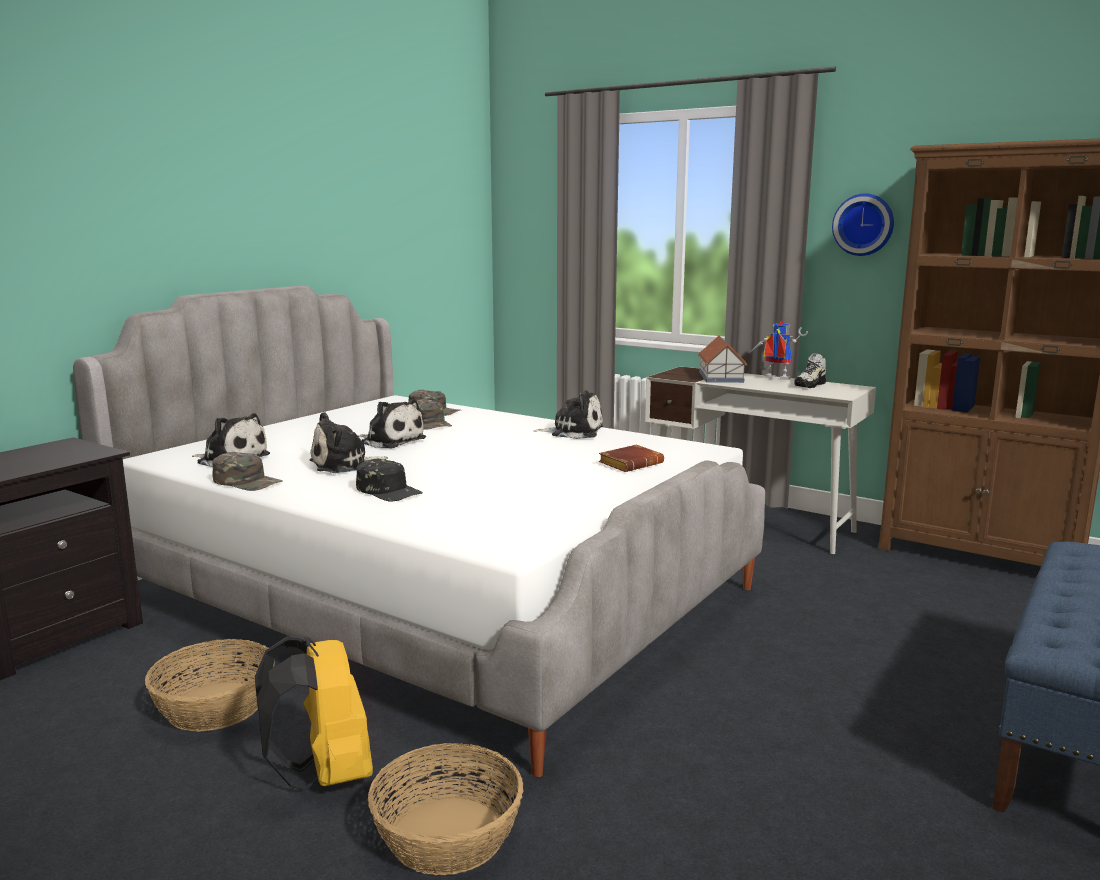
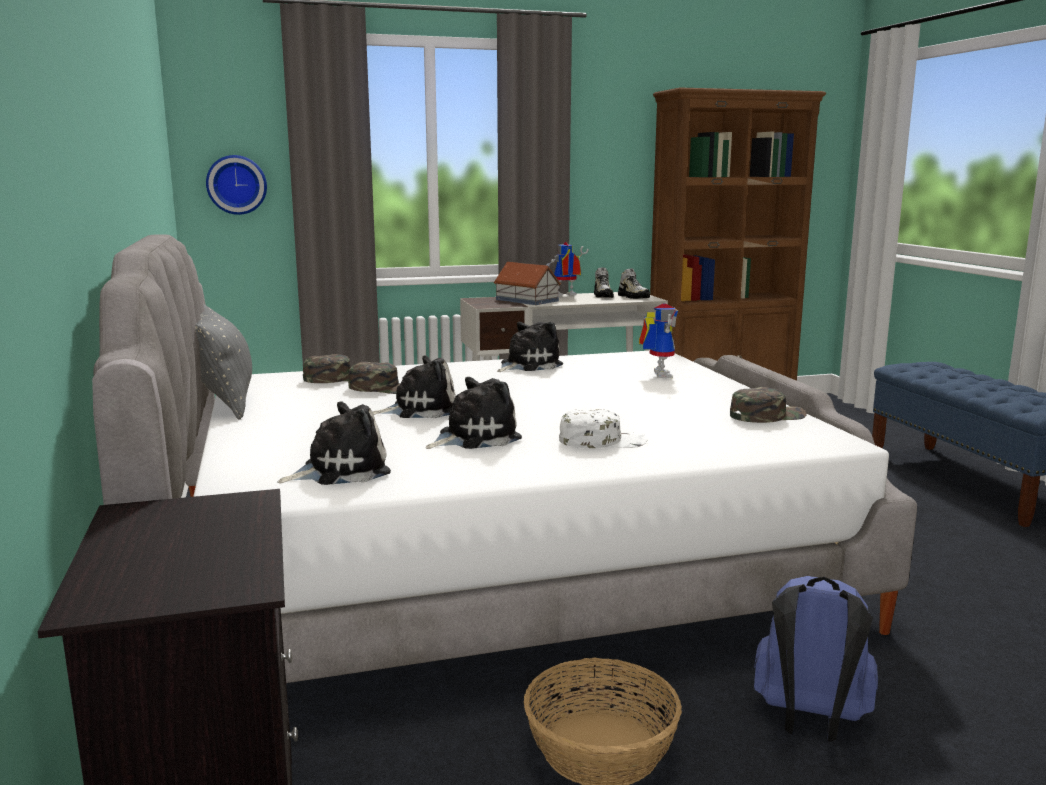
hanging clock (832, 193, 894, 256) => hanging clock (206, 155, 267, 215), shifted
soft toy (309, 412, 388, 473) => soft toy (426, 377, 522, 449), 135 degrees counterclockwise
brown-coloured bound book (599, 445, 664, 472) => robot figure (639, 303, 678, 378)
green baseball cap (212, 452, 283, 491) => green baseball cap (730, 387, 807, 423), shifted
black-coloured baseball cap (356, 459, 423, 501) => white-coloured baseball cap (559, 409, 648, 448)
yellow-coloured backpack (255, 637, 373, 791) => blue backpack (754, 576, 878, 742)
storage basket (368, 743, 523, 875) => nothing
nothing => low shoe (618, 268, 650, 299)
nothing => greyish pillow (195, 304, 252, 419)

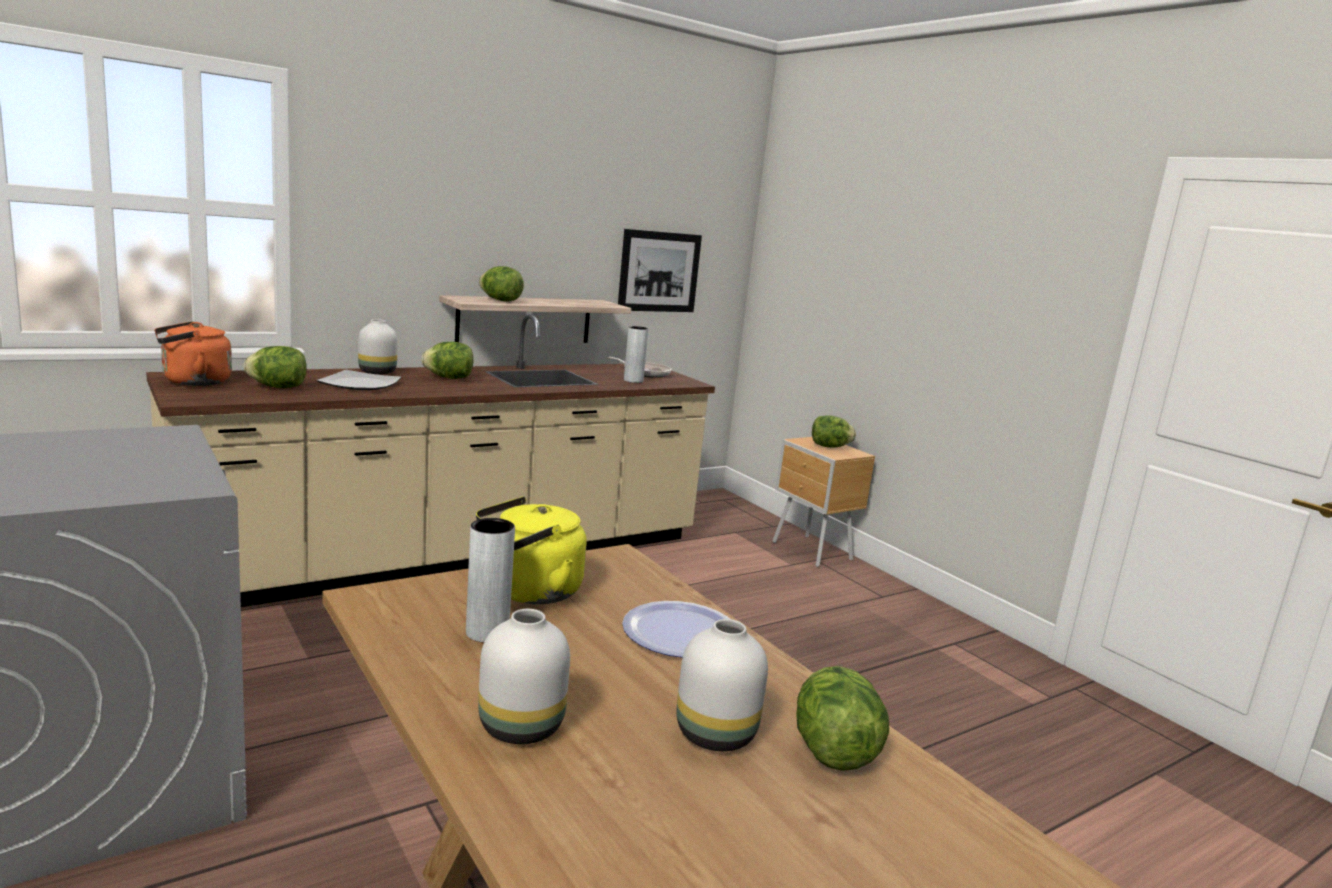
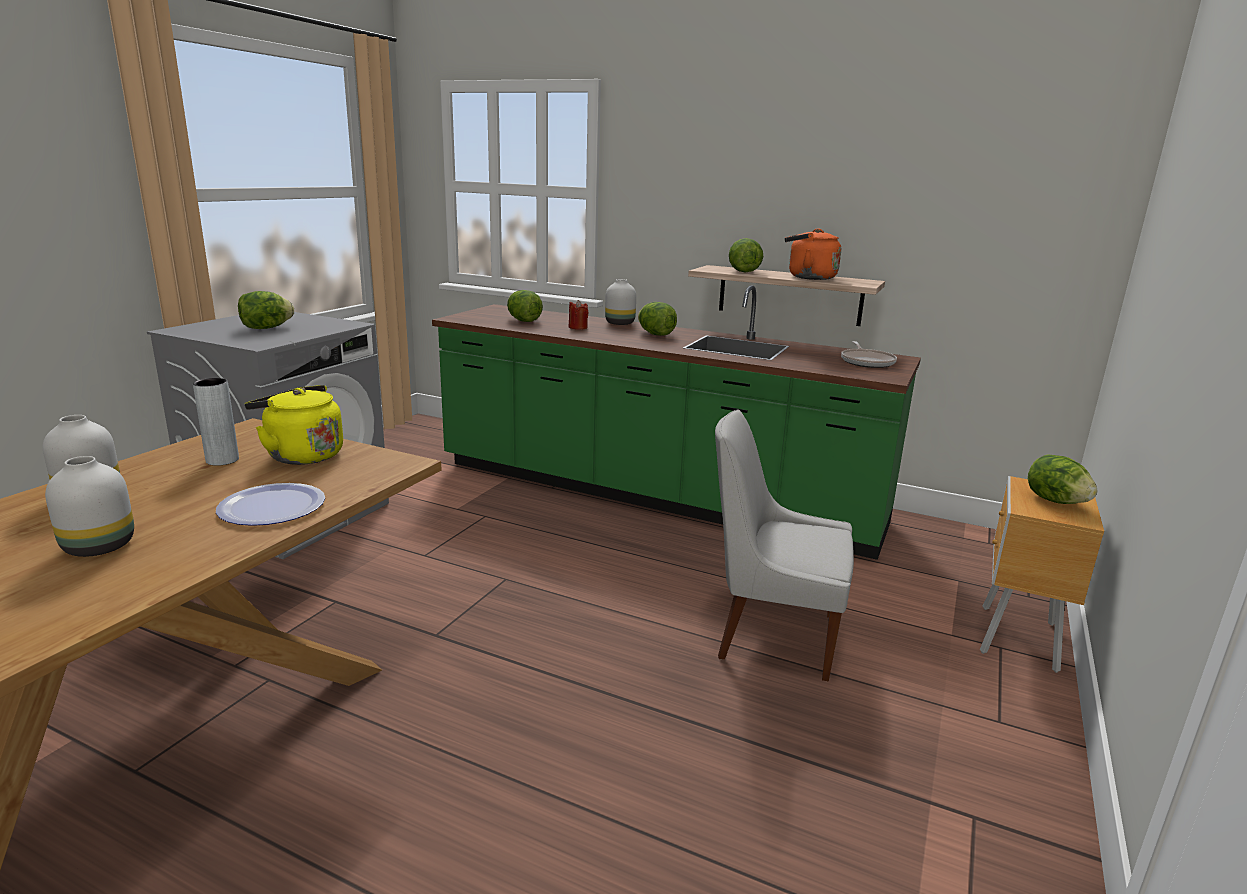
wall art (618, 229, 702, 312) => nothing
beige-coloured kitchen base unit (146, 314, 715, 607) => green kitchen base unit (432, 285, 921, 560)
orange-coloured water kettle (155, 321, 232, 386) => orange-coloured water kettle (785, 228, 841, 280), shifted
greyish flower vase (624, 326, 648, 383) => nothing
dinner plate (316, 370, 402, 390) => red wax light (569, 300, 589, 330)
lettuce (796, 666, 889, 771) => lettuce (238, 291, 294, 329), shifted
nothing => white-coloured upright chair (715, 409, 854, 681)

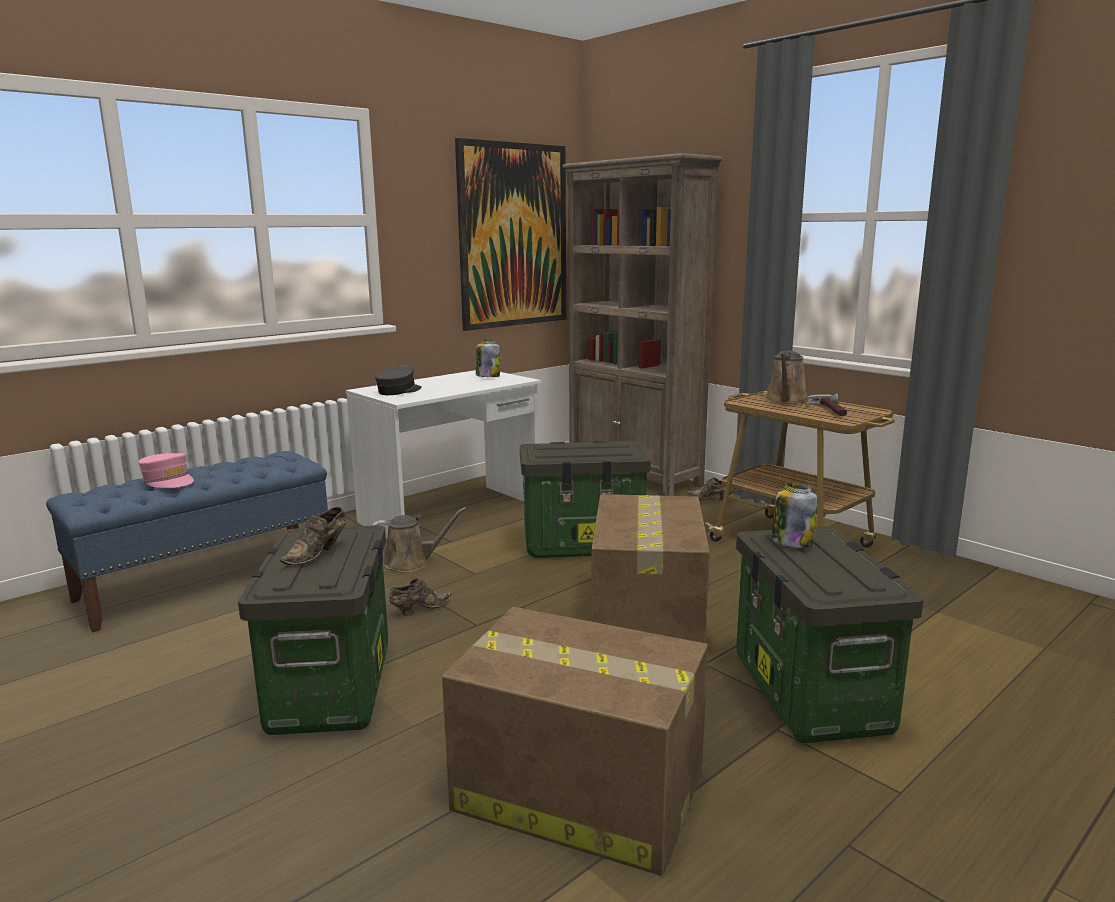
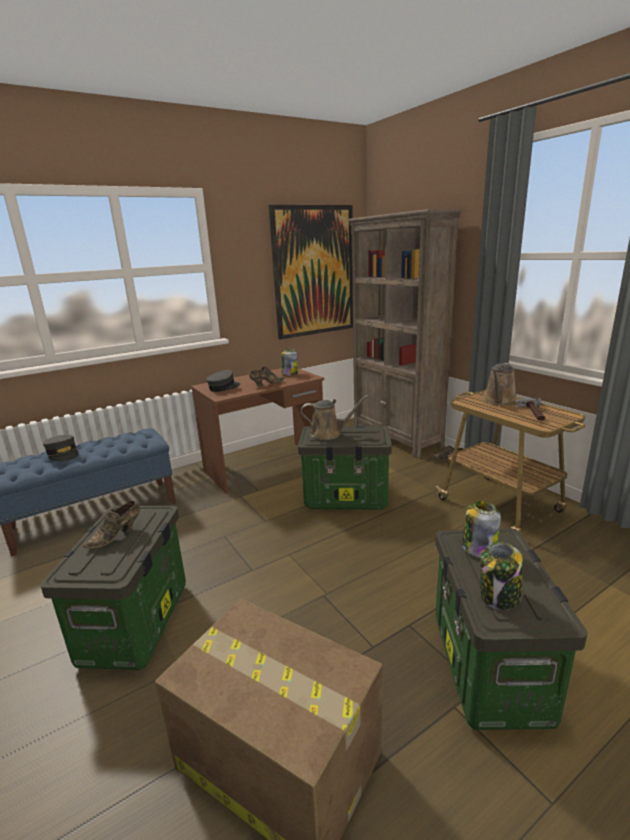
white-coloured desk (346, 370, 541, 538) => brown-coloured desk (191, 368, 324, 494)
pink-coloured baseball cap (138, 453, 194, 488) => greyish baseball cap (43, 435, 79, 462)
cardboard box (591, 494, 710, 643) => nothing
brown-coloured sprinkling can (372, 507, 467, 572) => brown-coloured sprinkling can (301, 395, 369, 440), shifted
brown-coloured low shoe (389, 578, 452, 616) => brown-coloured low shoe (249, 366, 285, 386), shifted
nothing => jar (480, 543, 523, 610)

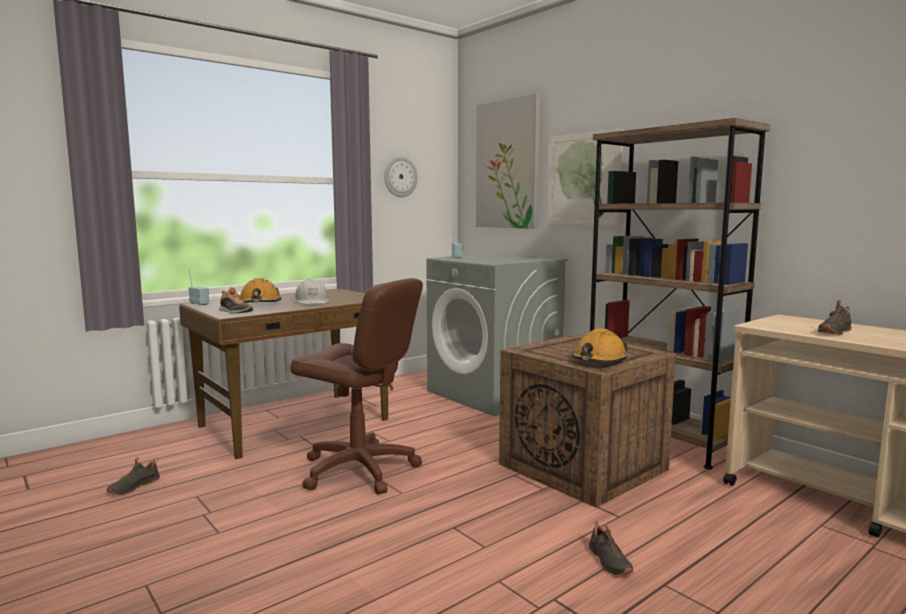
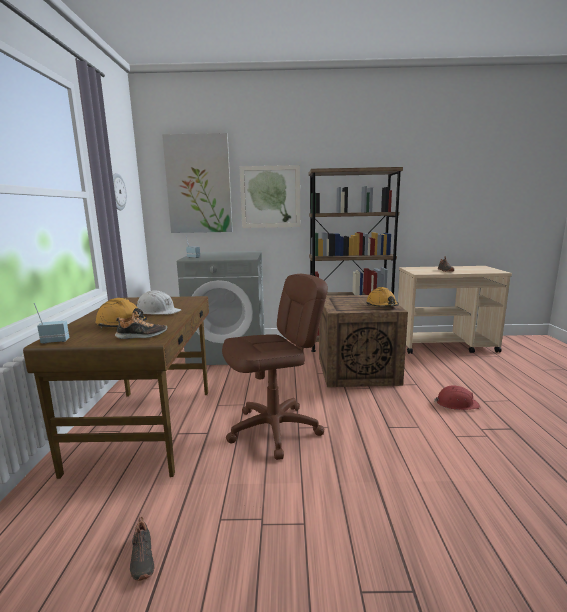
black-coloured low shoe (589, 521, 633, 575) => red work helmet (434, 385, 481, 410)

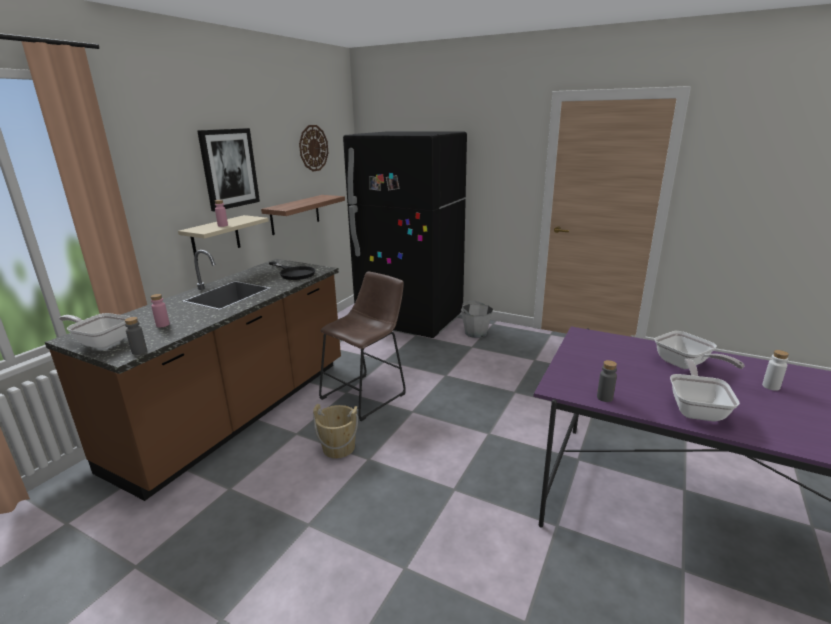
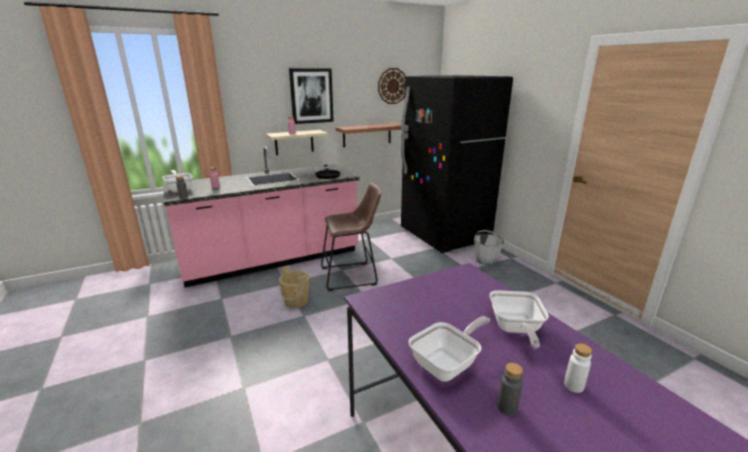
brown-coloured kitchen base unit (45, 250, 341, 501) => pink-coloured kitchen base unit (164, 147, 360, 288)
greyish drink bottle (597, 360, 617, 402) => greyish drink bottle (497, 363, 523, 415), shifted

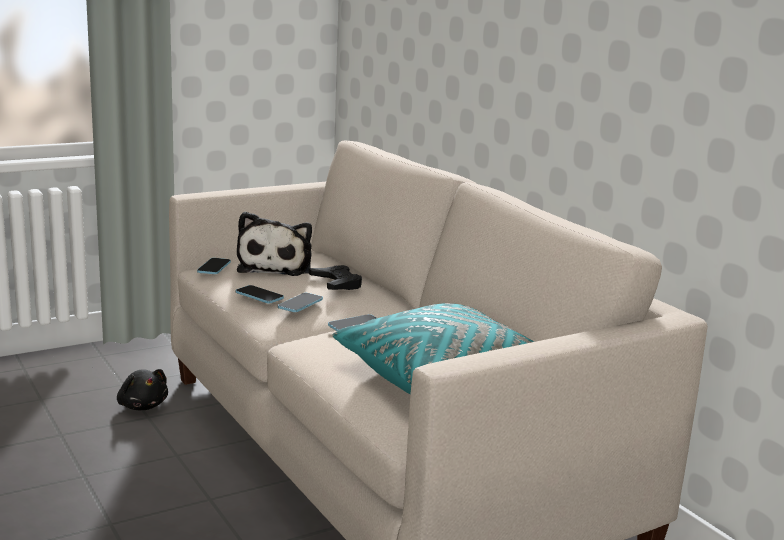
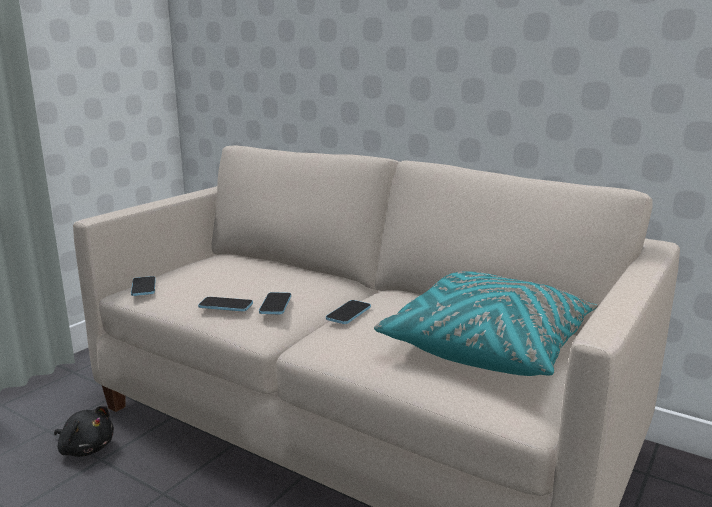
soft toy (237, 211, 312, 276) => nothing
black-coloured game controller (309, 265, 362, 290) => nothing

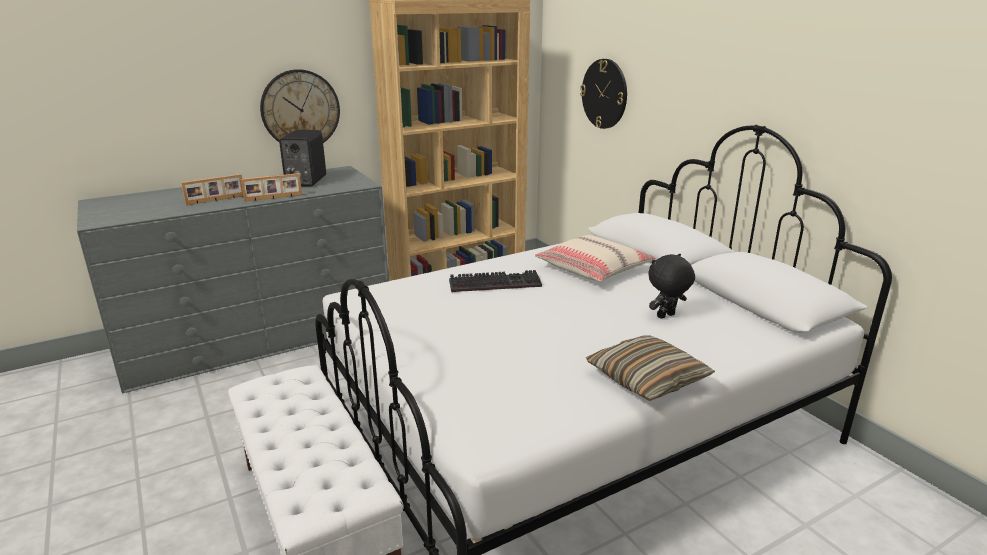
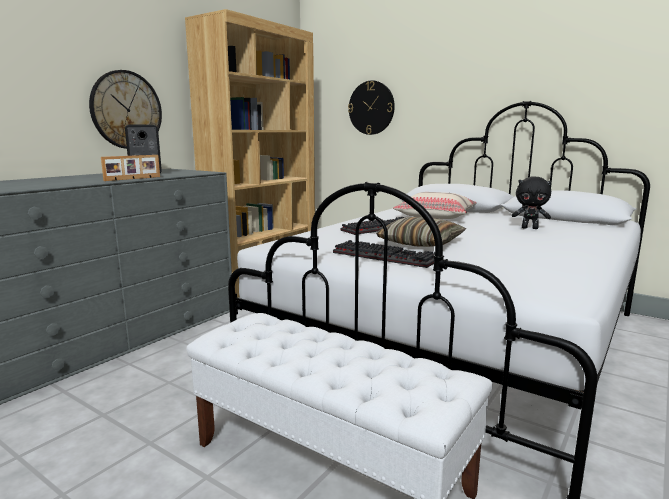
photo frame (181, 174, 243, 205) => nothing
black-coloured soft toy (648, 253, 695, 319) => black-coloured soft toy (512, 177, 552, 229), 105 degrees counterclockwise
pillow (586, 335, 715, 401) => pillow (376, 217, 466, 247), shifted
nothing => keyboard (333, 240, 435, 268)

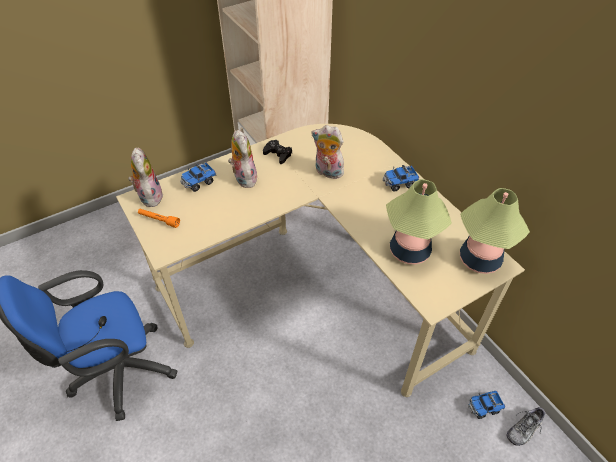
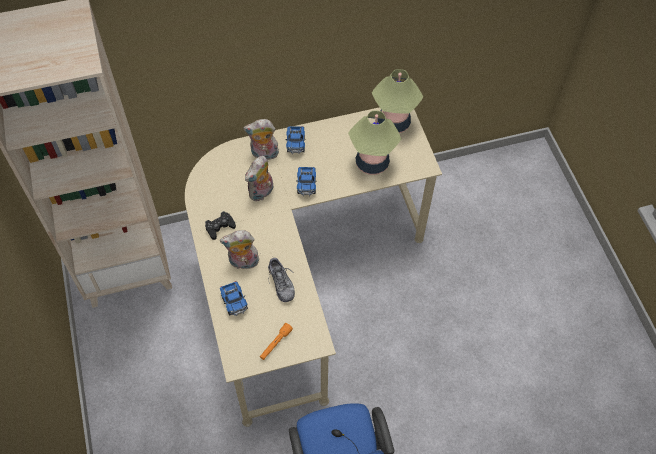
soft toy (128, 148, 163, 207) => soft toy (243, 119, 281, 160), shifted
model truck (468, 391, 505, 419) => model truck (296, 167, 317, 196), shifted
low shoe (507, 407, 546, 446) => low shoe (268, 258, 295, 302), shifted

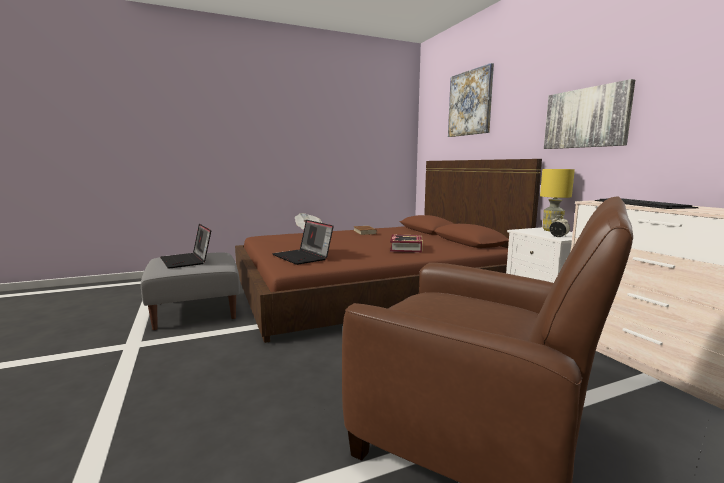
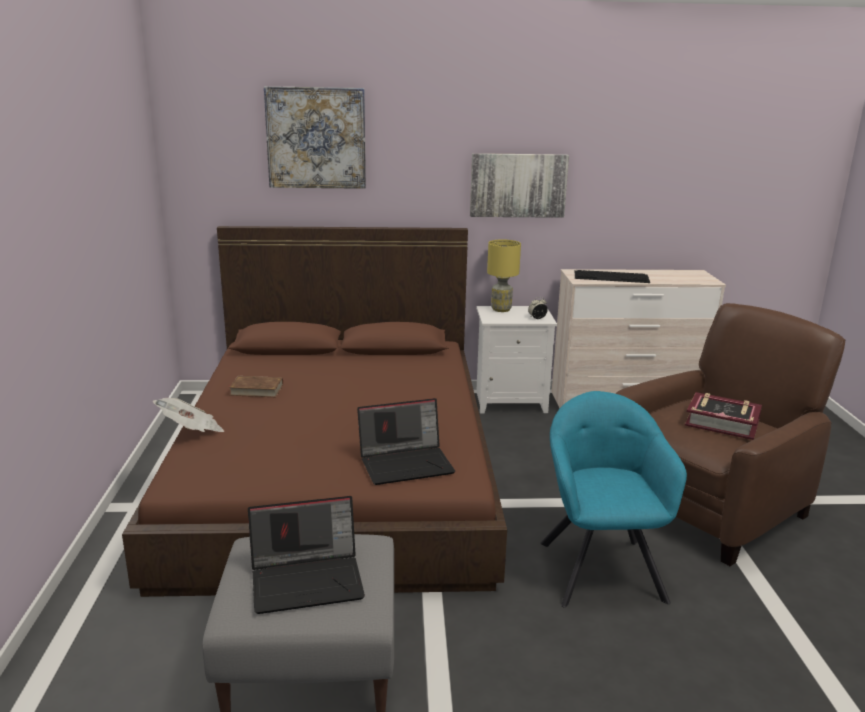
bound book (390, 234, 423, 253) => bound book (685, 392, 762, 440), shifted
nothing => turquoise easy chair (540, 391, 687, 607)

